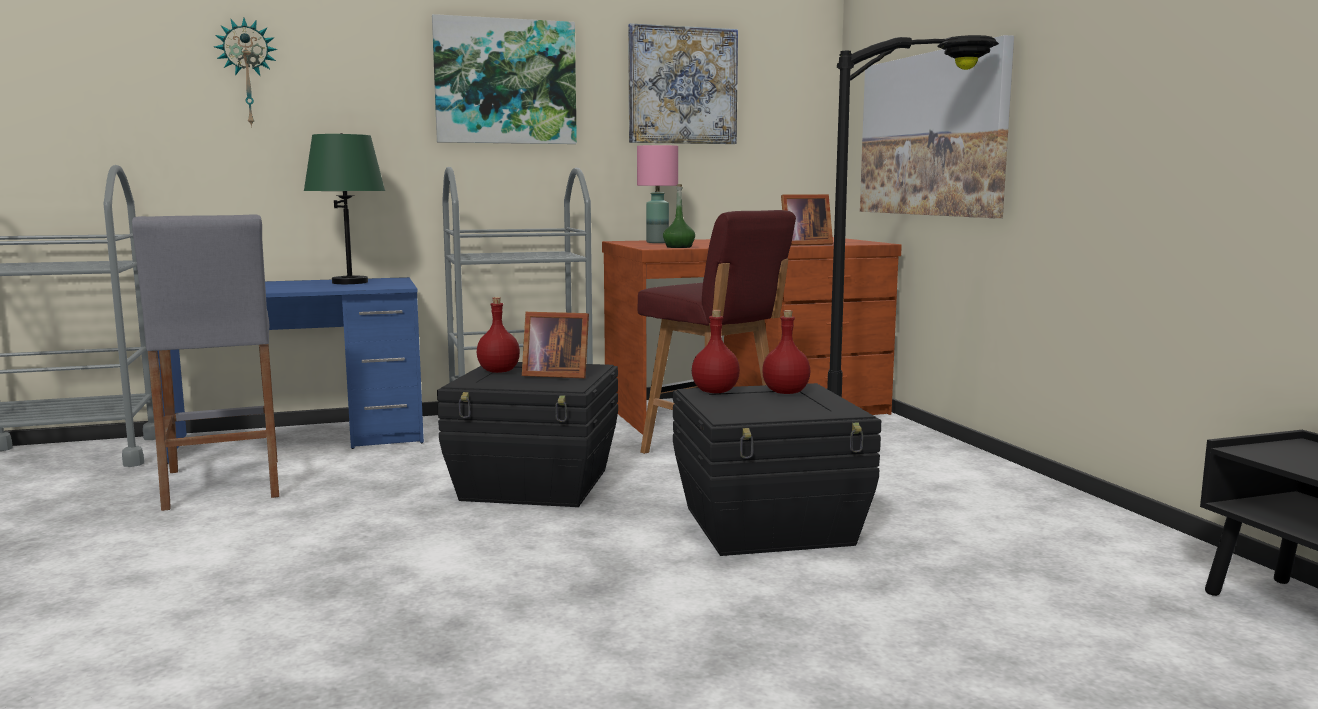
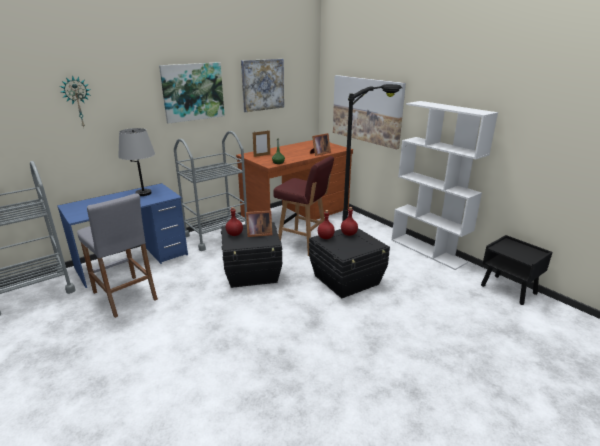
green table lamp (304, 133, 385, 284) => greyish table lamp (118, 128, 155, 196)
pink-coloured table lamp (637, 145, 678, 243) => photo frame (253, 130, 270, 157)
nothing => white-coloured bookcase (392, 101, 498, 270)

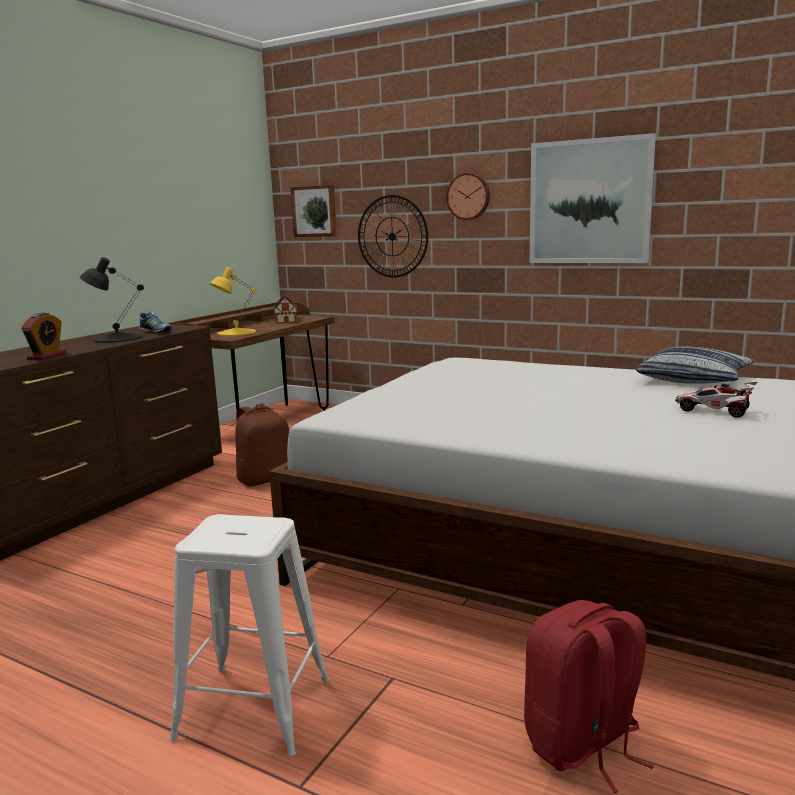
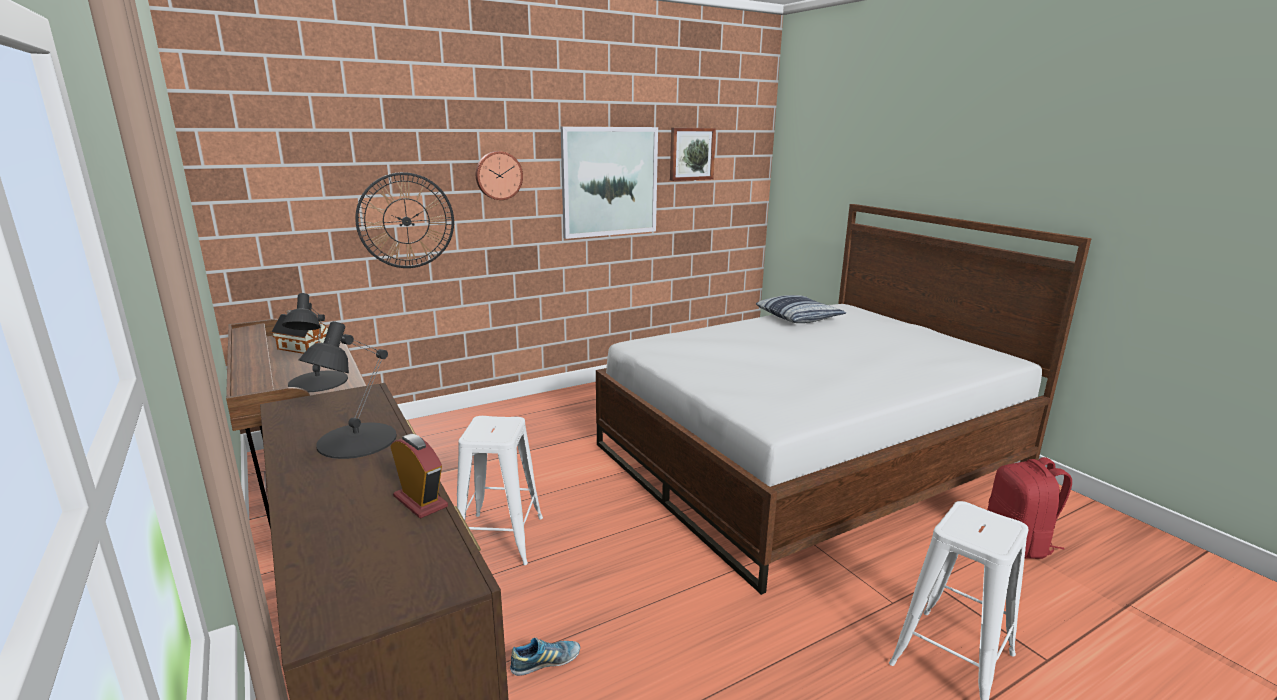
wall art (291, 185, 336, 237) => wall art (670, 128, 716, 181), shifted
yellow-coloured table lamp (210, 267, 257, 336) => black-coloured table lamp (282, 293, 348, 392)
low shoe (139, 312, 172, 332) => low shoe (510, 638, 580, 676), shifted
toy car (675, 382, 757, 418) => nothing
brown-coloured backpack (235, 403, 289, 487) => white-coloured sitting stool (457, 416, 543, 565)

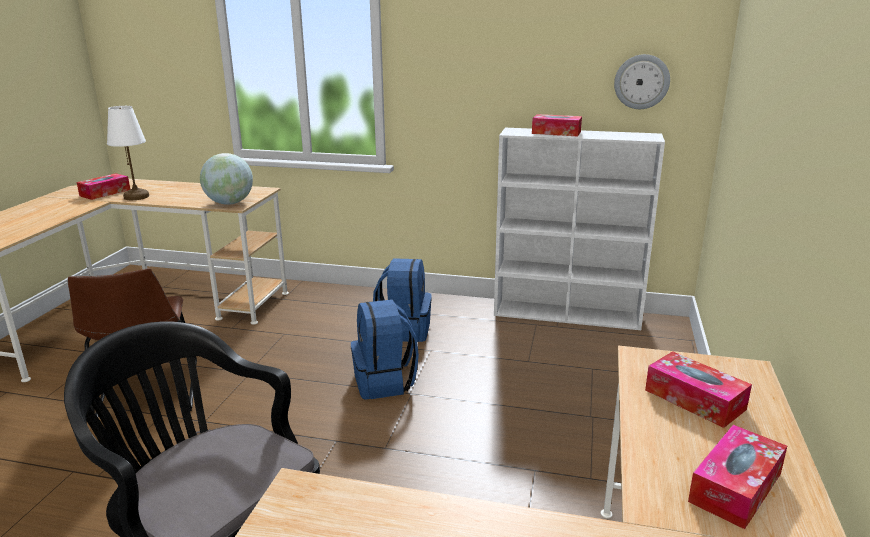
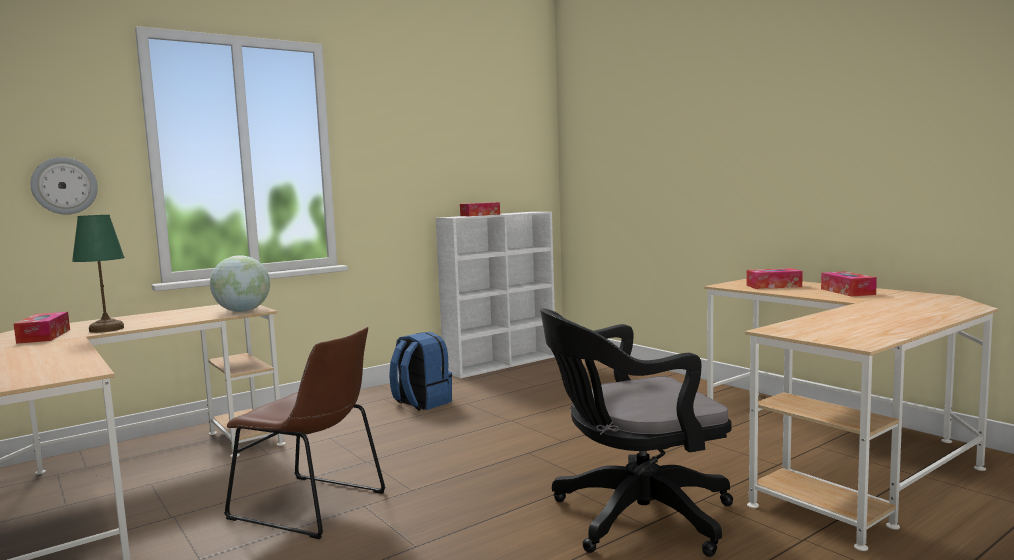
hanging clock (614, 54, 670, 109) => hanging clock (30, 157, 98, 215), shifted
white-coloured table lamp (107, 106, 149, 200) => green table lamp (72, 215, 125, 333)
blue backpack (351, 299, 419, 400) => nothing

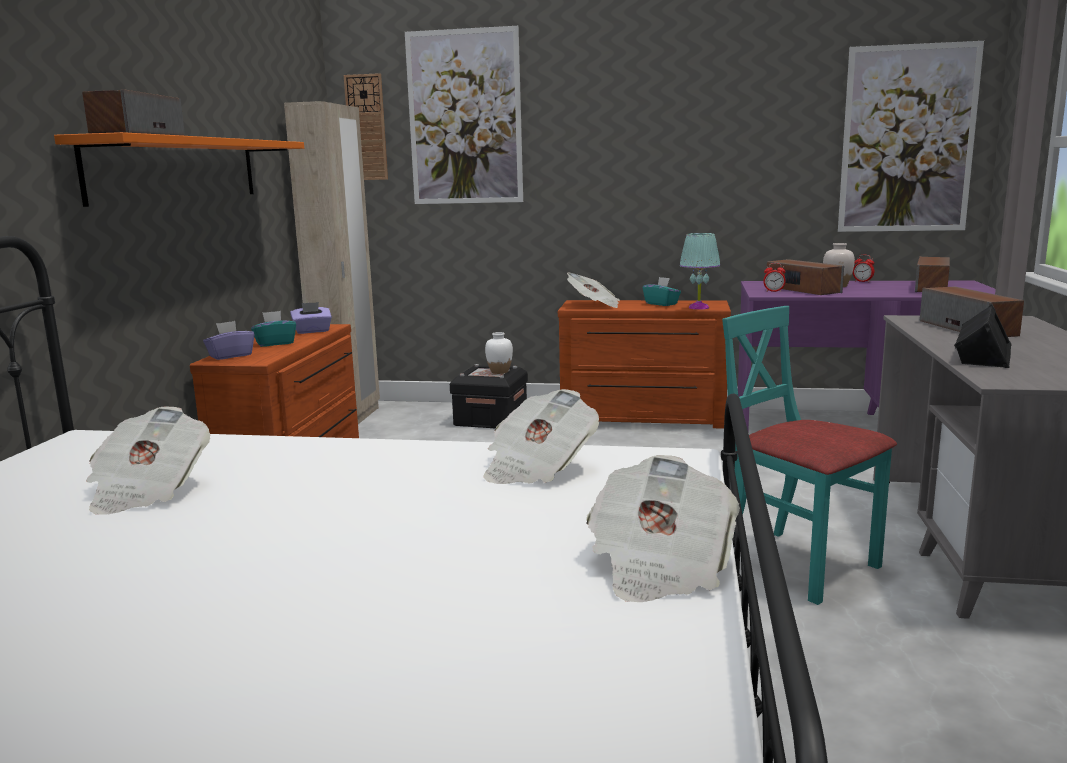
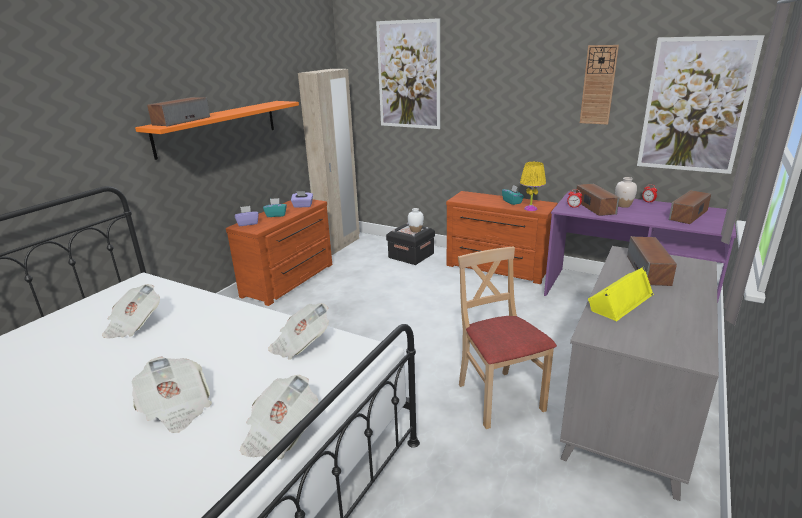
hanging clock (344, 73, 388, 180) => hanging clock (580, 45, 619, 125), shifted
turquoise table lamp (680, 233, 720, 310) => yellow-coloured table lamp (520, 162, 546, 211)
newspaper (567, 273, 620, 308) => newspaper (132, 357, 212, 433), shifted
black-coloured loudspeaker (954, 304, 1012, 368) => yellow-coloured loudspeaker (588, 266, 654, 321)
turquoise upright chair (722, 306, 897, 605) => beige-coloured upright chair (458, 246, 557, 429)

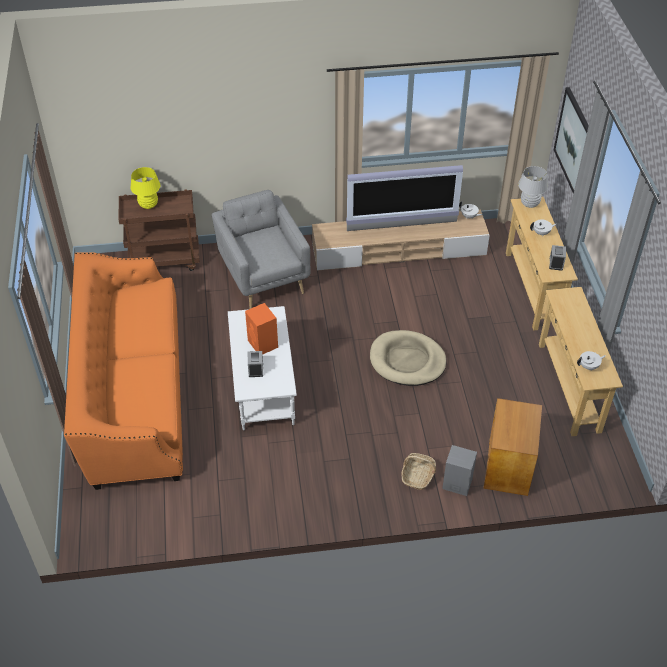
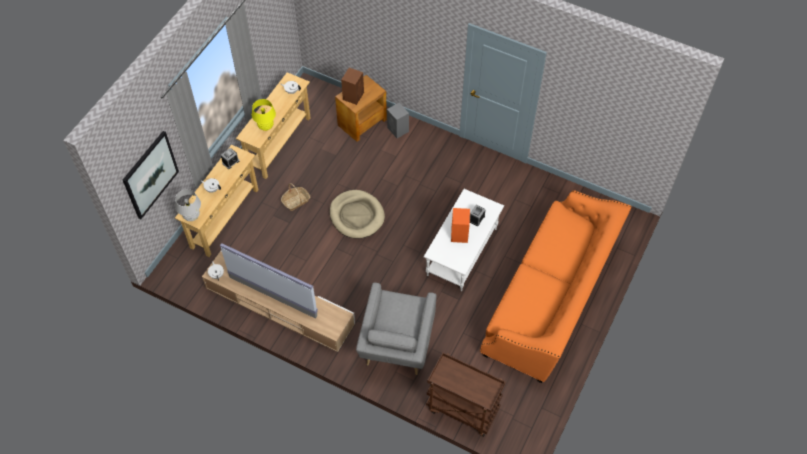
yellow-coloured table lamp (130, 167, 160, 209) => yellow-coloured table lamp (252, 99, 276, 131), shifted
storage basket (401, 453, 436, 490) => storage basket (281, 183, 310, 211), shifted
nothing => brown-coloured loudspeaker (341, 68, 364, 105)

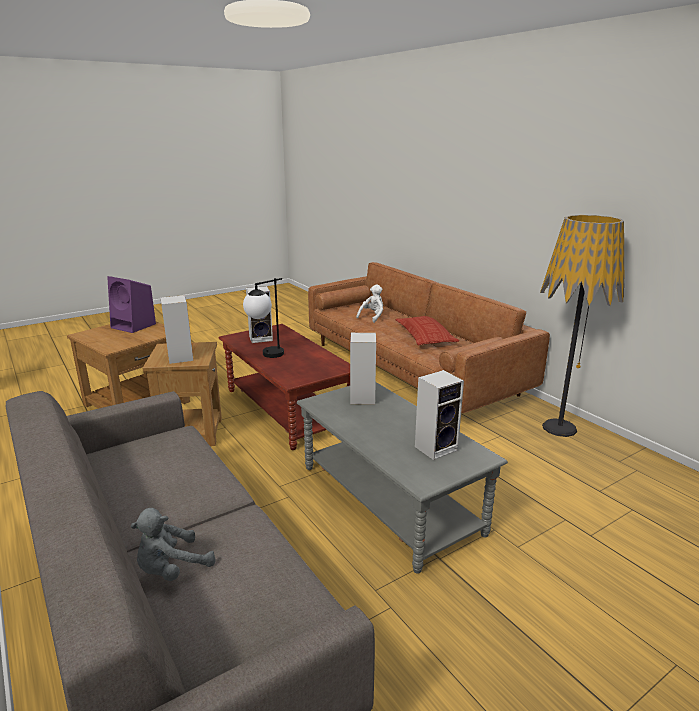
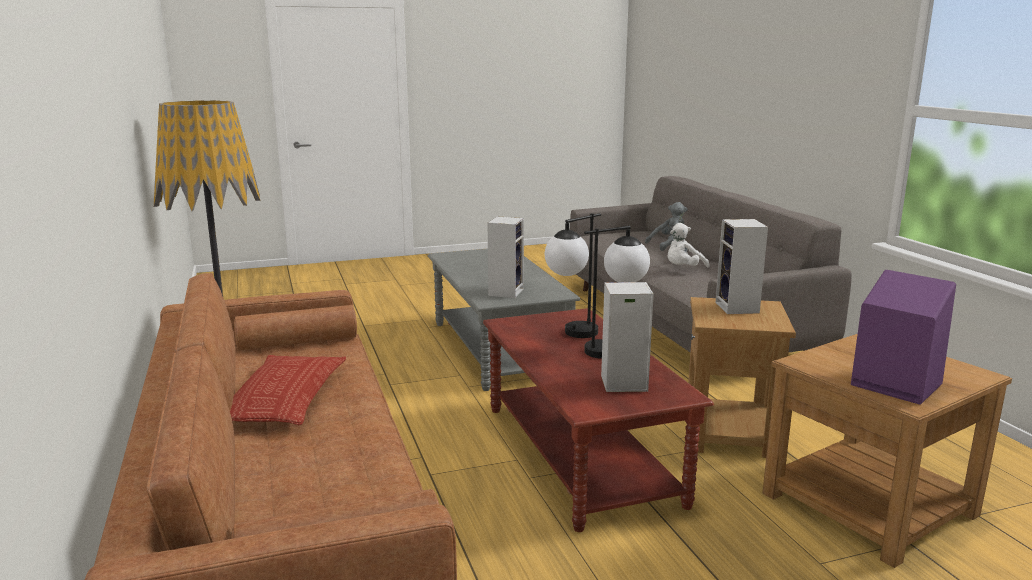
white-coloured soft toy (356, 284, 383, 323) => white-coloured soft toy (668, 223, 709, 268), shifted
loudspeaker (415, 370, 464, 460) => nothing
nothing => table lamp (545, 213, 601, 338)

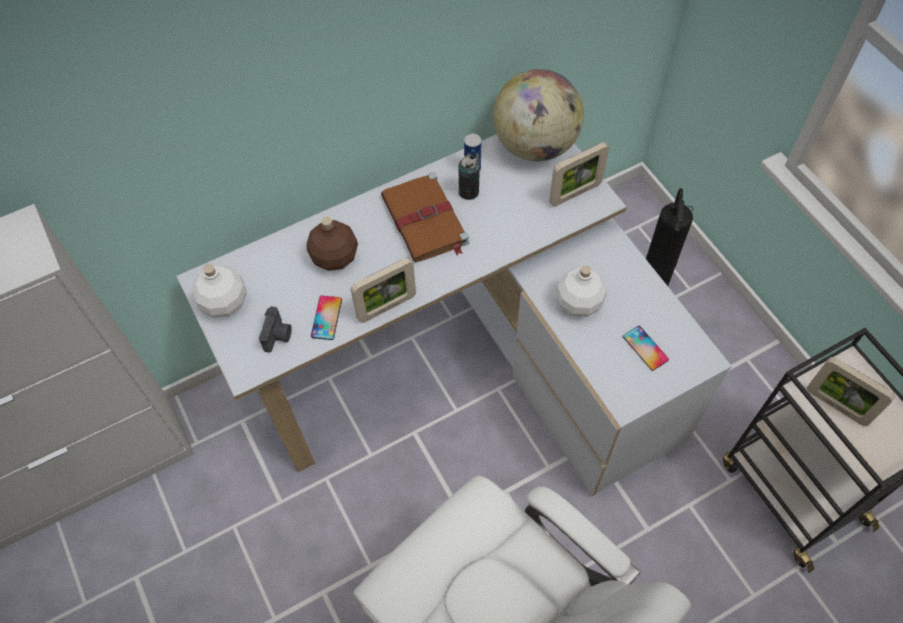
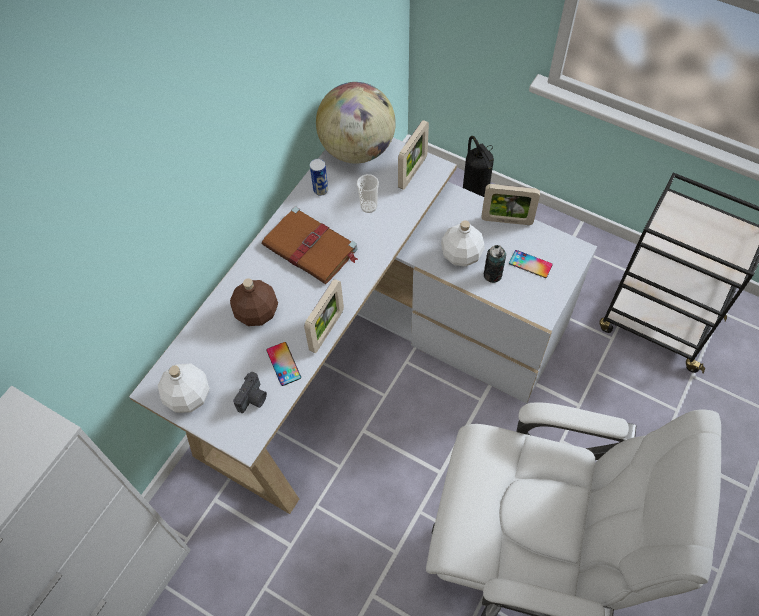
can (458, 155, 480, 200) => can (484, 245, 506, 283), shifted
still camera (259, 306, 292, 353) => still camera (233, 372, 267, 413), 45 degrees clockwise
photo frame (807, 357, 895, 426) => photo frame (482, 184, 540, 225), shifted
nothing => cup (357, 174, 379, 213)

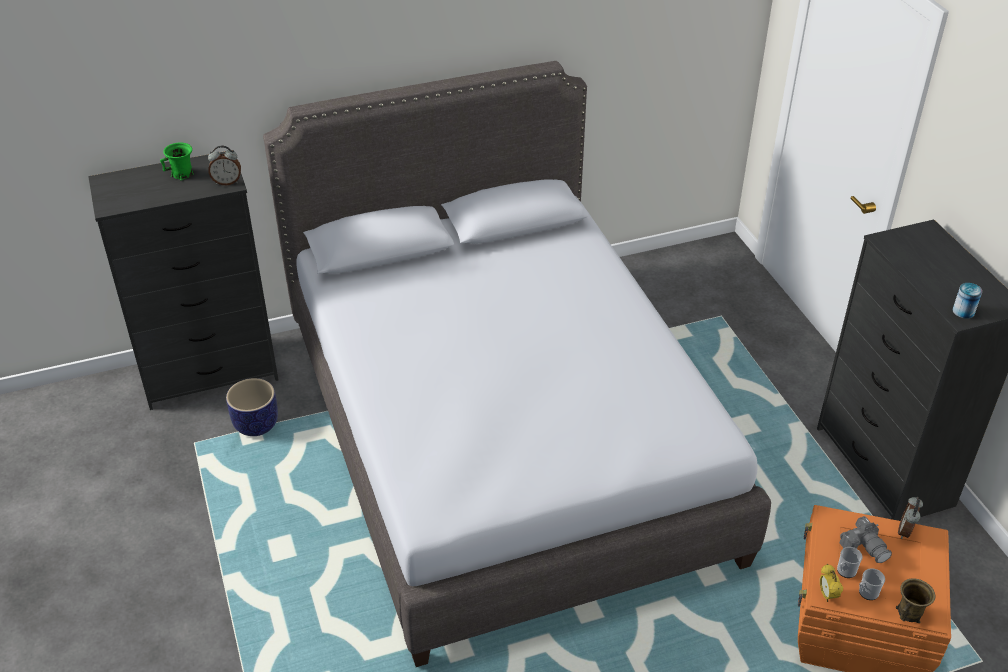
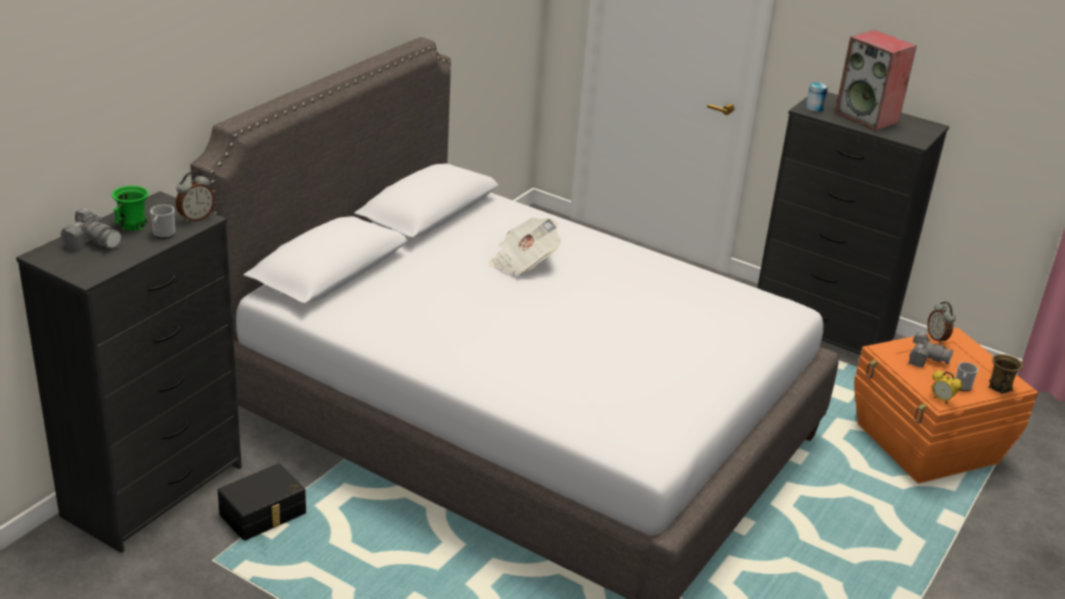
can (953, 283, 982, 319) => can (806, 82, 828, 112), shifted
plant pot (226, 378, 278, 436) => black-coloured storage box (218, 463, 306, 541)
mug (837, 547, 863, 578) => mug (150, 205, 175, 239), shifted
nothing => loudspeaker (835, 30, 917, 131)
nothing => still camera (61, 209, 122, 251)
nothing => newspaper (489, 218, 561, 276)

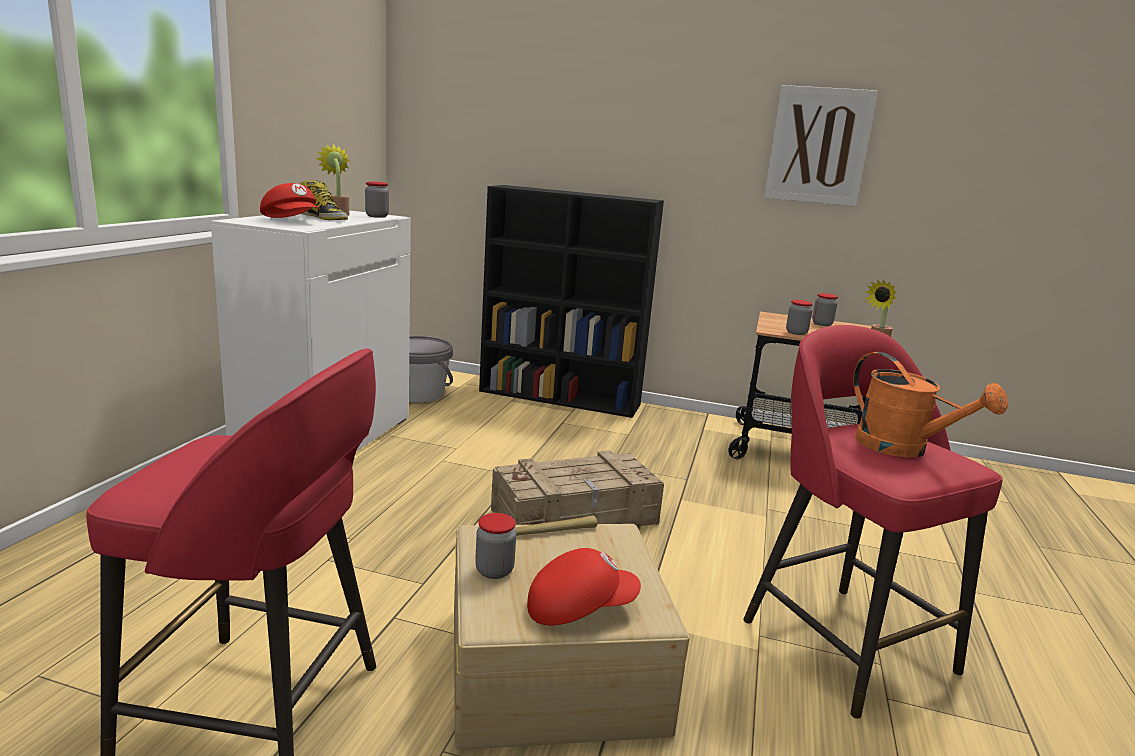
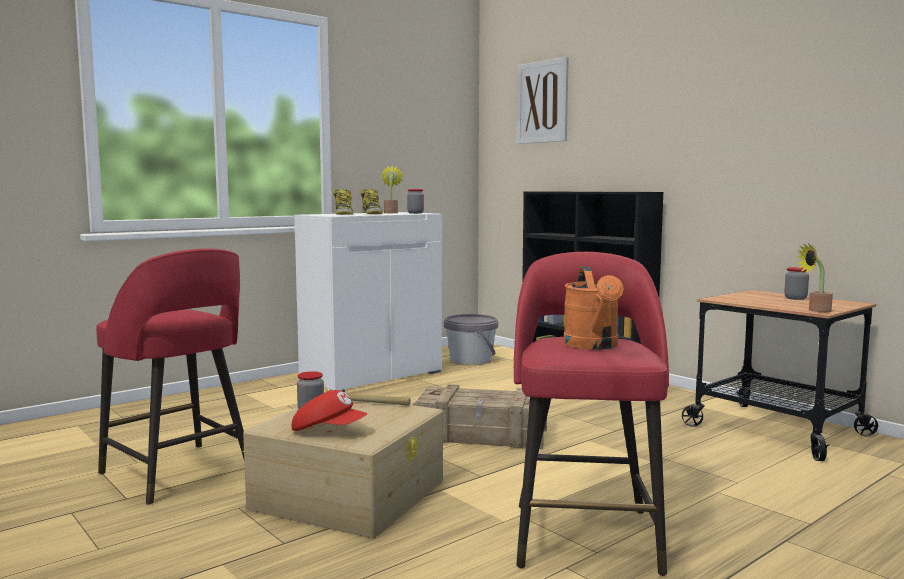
wall art (764, 85, 878, 207) => wall art (517, 56, 569, 144), shifted
red baseball cap (260, 183, 320, 218) => high-top boot (334, 189, 353, 215)
jar (786, 300, 813, 335) => nothing

